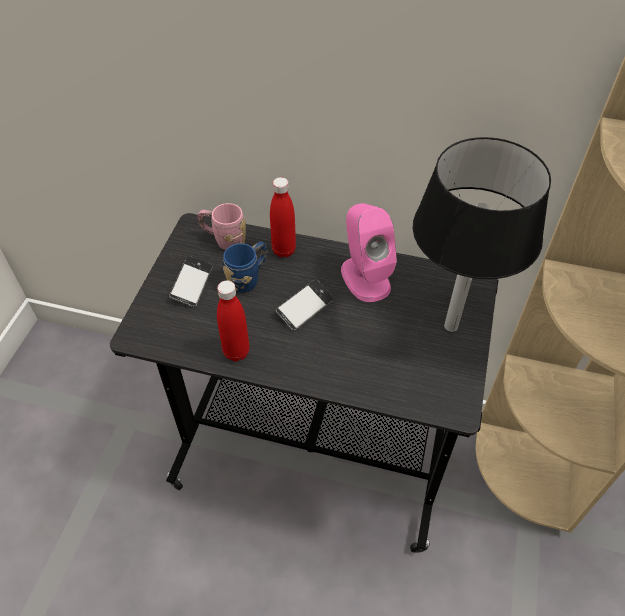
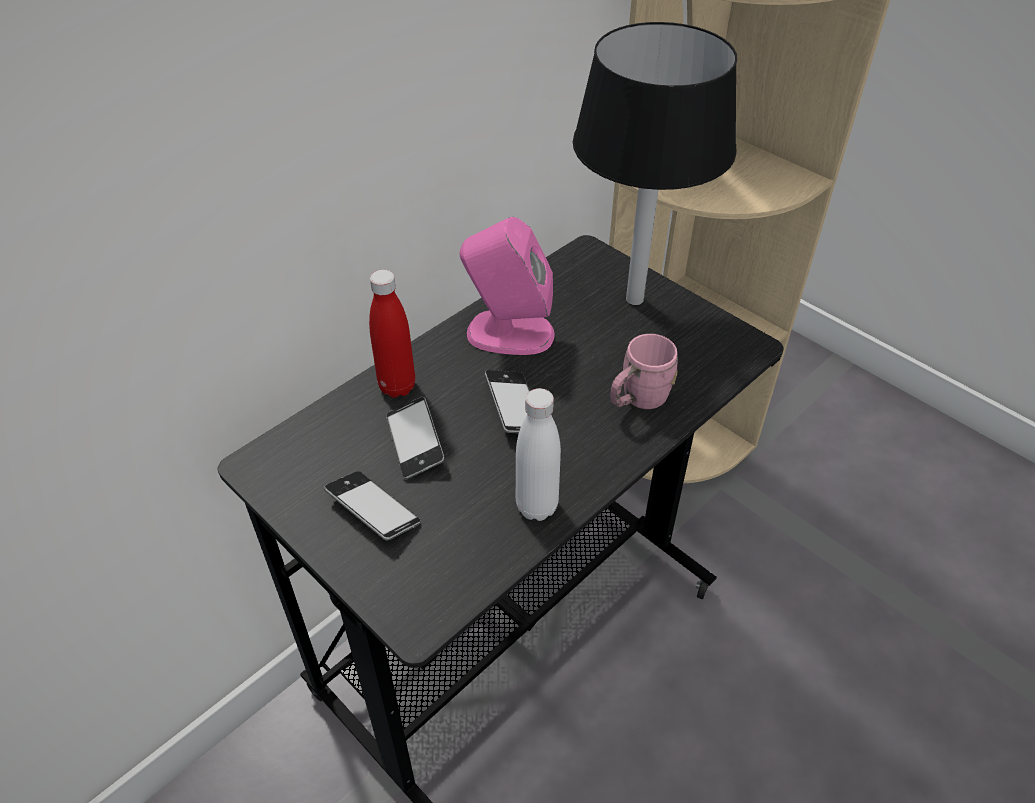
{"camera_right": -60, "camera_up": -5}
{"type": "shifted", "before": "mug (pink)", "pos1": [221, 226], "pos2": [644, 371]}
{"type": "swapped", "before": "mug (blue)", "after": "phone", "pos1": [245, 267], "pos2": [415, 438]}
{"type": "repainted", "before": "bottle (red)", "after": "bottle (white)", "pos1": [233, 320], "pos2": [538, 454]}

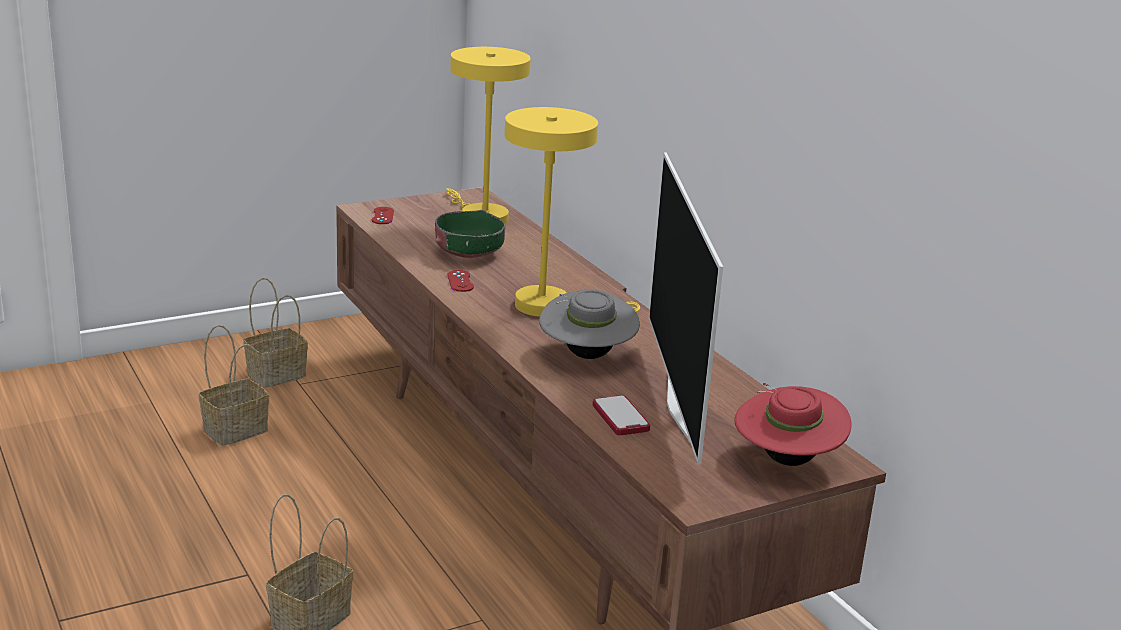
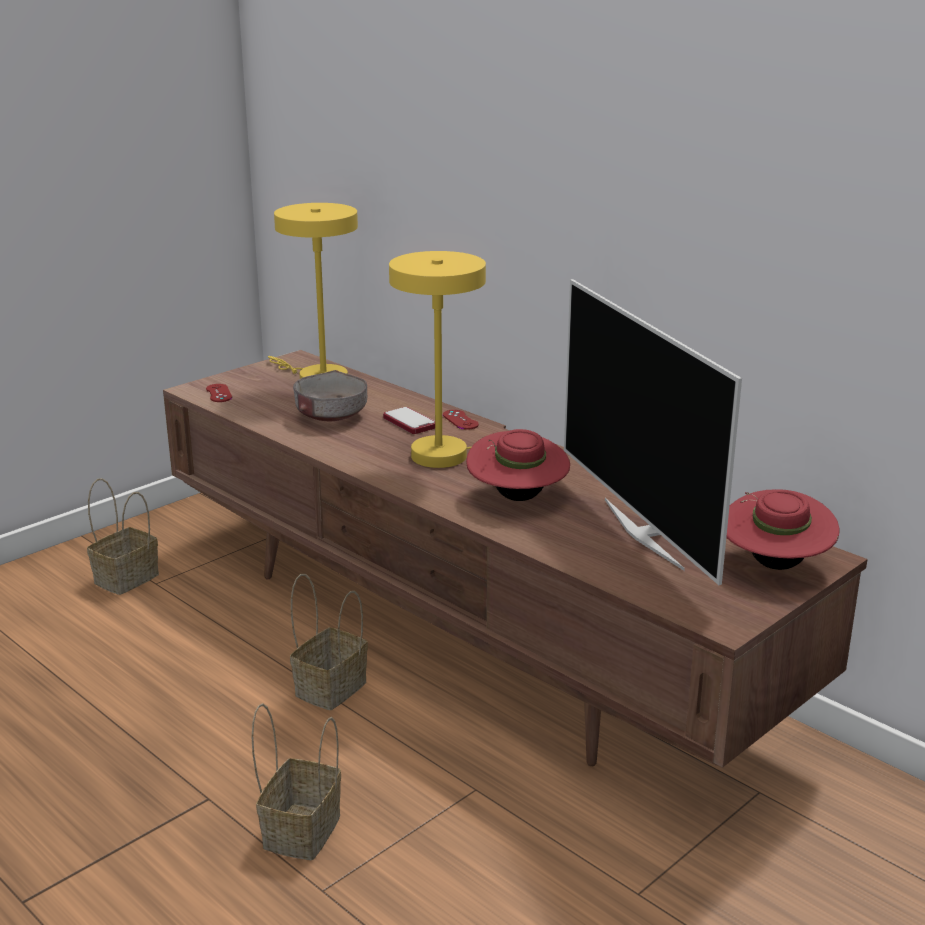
{"camera_right": -15, "camera_up": 0}
{"type": "repainted", "before": "bowl (green)", "after": "bowl (grey)", "pos1": [470, 234], "pos2": [330, 395]}
{"type": "shifted", "before": "game controller (red)", "pos1": [461, 281], "pos2": [461, 420]}
{"type": "repainted", "before": "hat (grey)", "after": "hat (red)", "pos1": [589, 324], "pos2": [518, 465]}
{"type": "shifted", "before": "basket", "pos1": [234, 385], "pos2": [329, 642]}
{"type": "shifted", "before": "phone", "pos1": [621, 415], "pos2": [409, 420]}

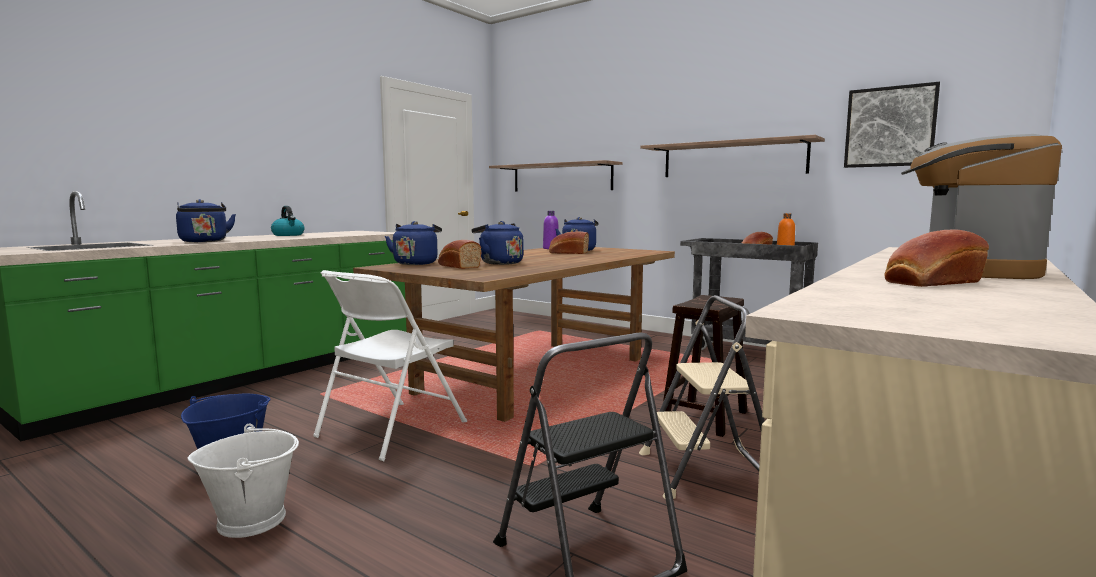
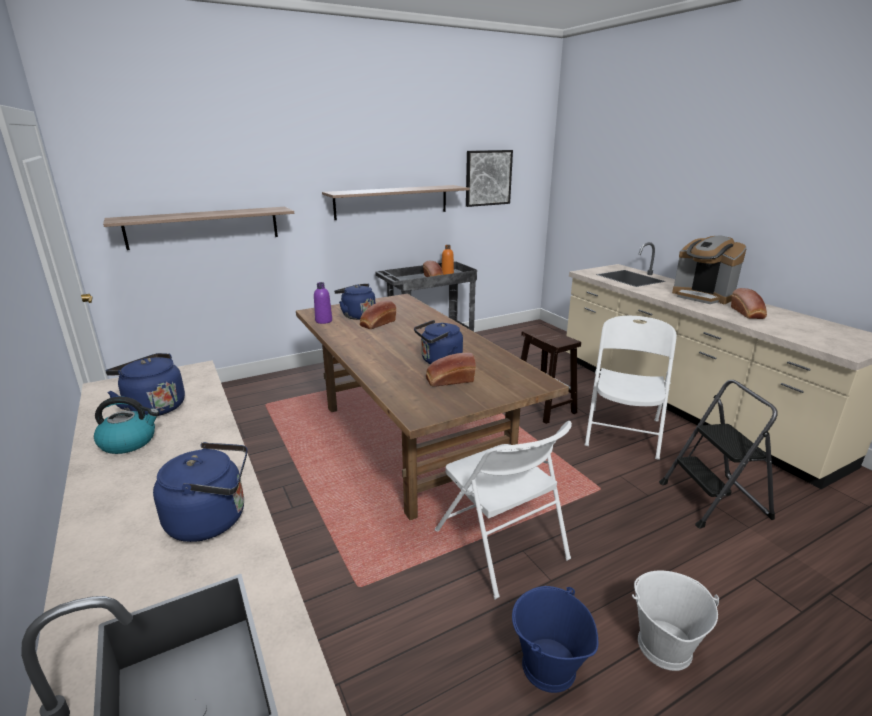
{"camera_right": -65, "camera_up": 15}
{"type": "shifted", "before": "kettle (blue)", "pos1": [413, 243], "pos2": [145, 384]}
{"type": "swapped", "before": "step ladder (beige)", "after": "chair (white)", "pos1": [702, 397], "pos2": [630, 388]}

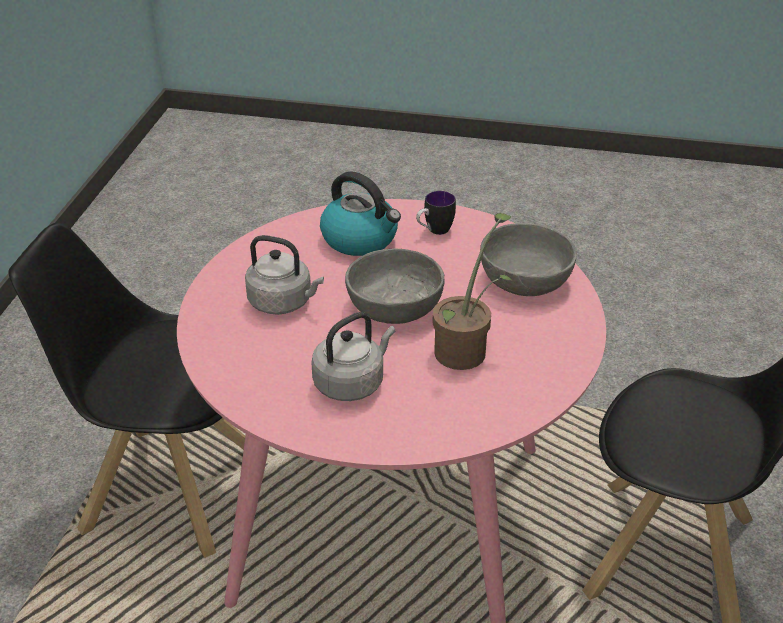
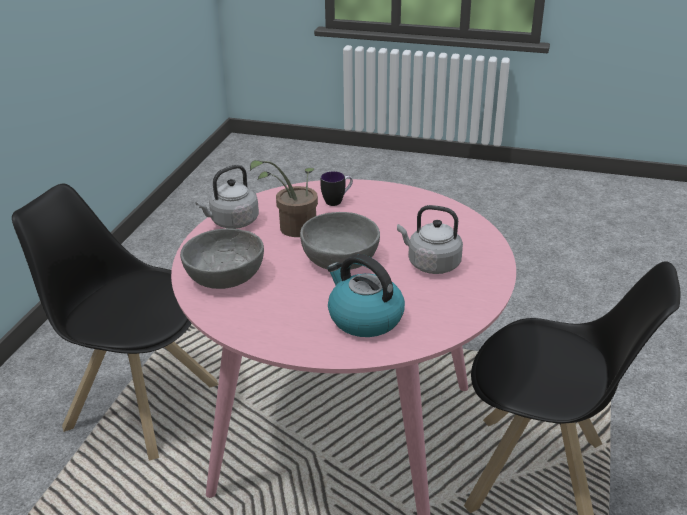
{"camera_right": -175, "camera_up": -5}
{"type": "shifted", "before": "mug", "pos1": [436, 213], "pos2": [337, 188]}
{"type": "shifted", "before": "kettle (grey)", "pos1": [353, 356], "pos2": [227, 197]}

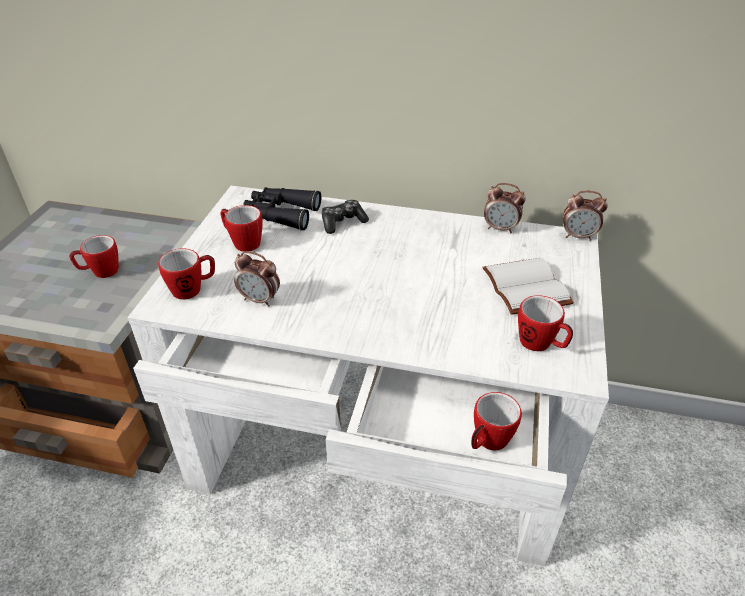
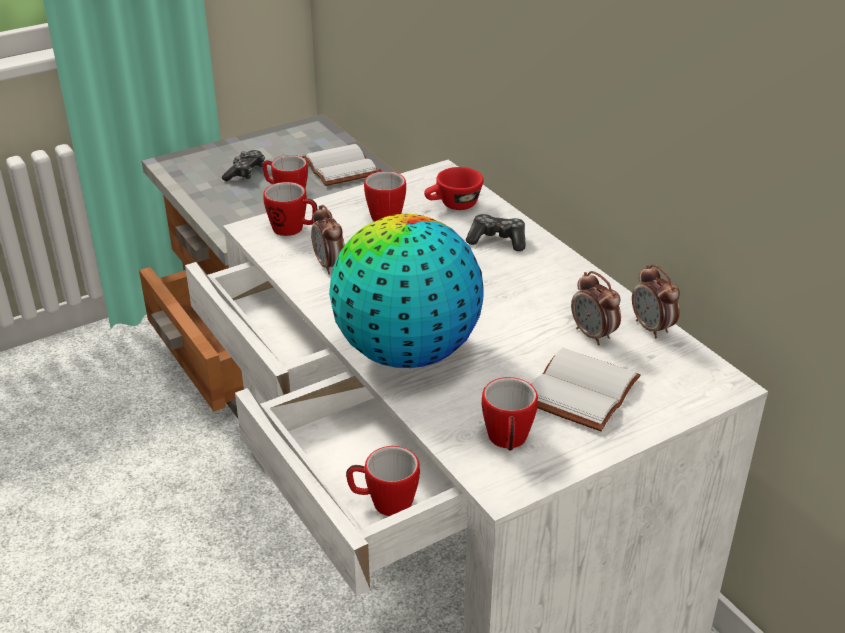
{"camera_right": 45, "camera_up": -5}
{"type": "swapped", "before": "binoculars (black)", "after": "cup (red)", "pos1": [282, 209], "pos2": [454, 188]}
{"type": "shifted", "before": "alarm clock", "pos1": [585, 216], "pos2": [596, 308]}
{"type": "new", "after": "book (white)", "pos2": [340, 165]}
{"type": "new", "after": "game controller", "pos2": [243, 165]}
{"type": "new", "after": "globe", "pos2": [406, 291]}

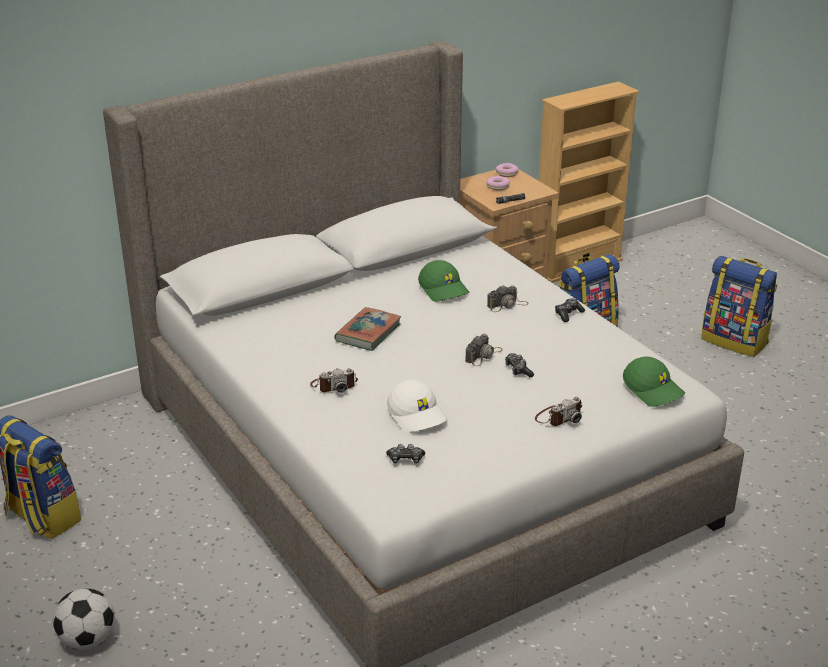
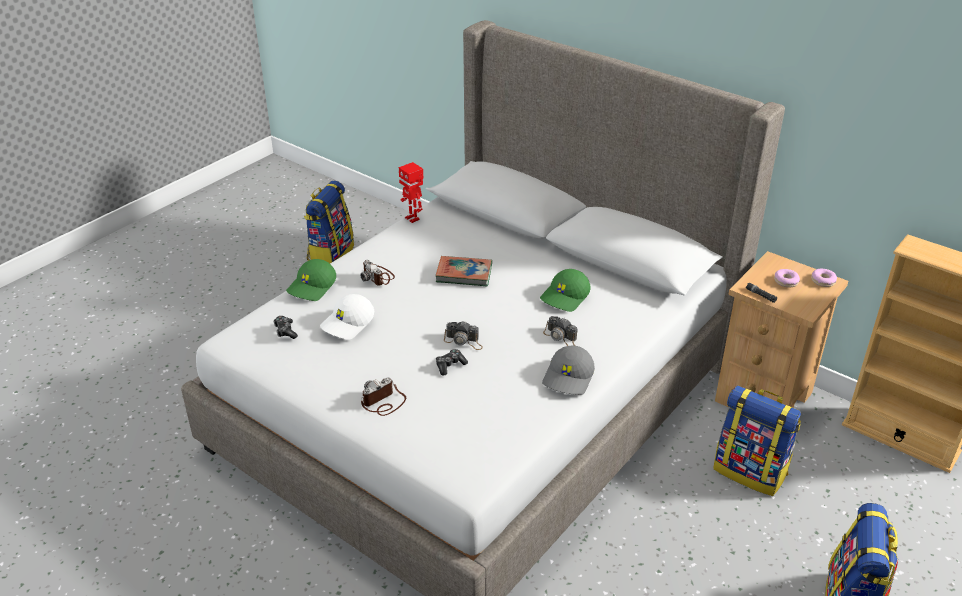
{"camera_right": 70, "camera_up": 5}
{"type": "swapped", "before": "game controller", "after": "cap (grey)", "pos1": [570, 310], "pos2": [568, 370]}
{"type": "shifted", "before": "cap (green)", "pos1": [654, 382], "pos2": [311, 280]}
{"type": "rotated", "before": "photo camera", "pos1": [558, 411], "pos2": [383, 396], "turn": 105}
{"type": "gone", "before": "football", "pos1": [84, 619]}
{"type": "new", "after": "toy robot", "pos2": [411, 192]}

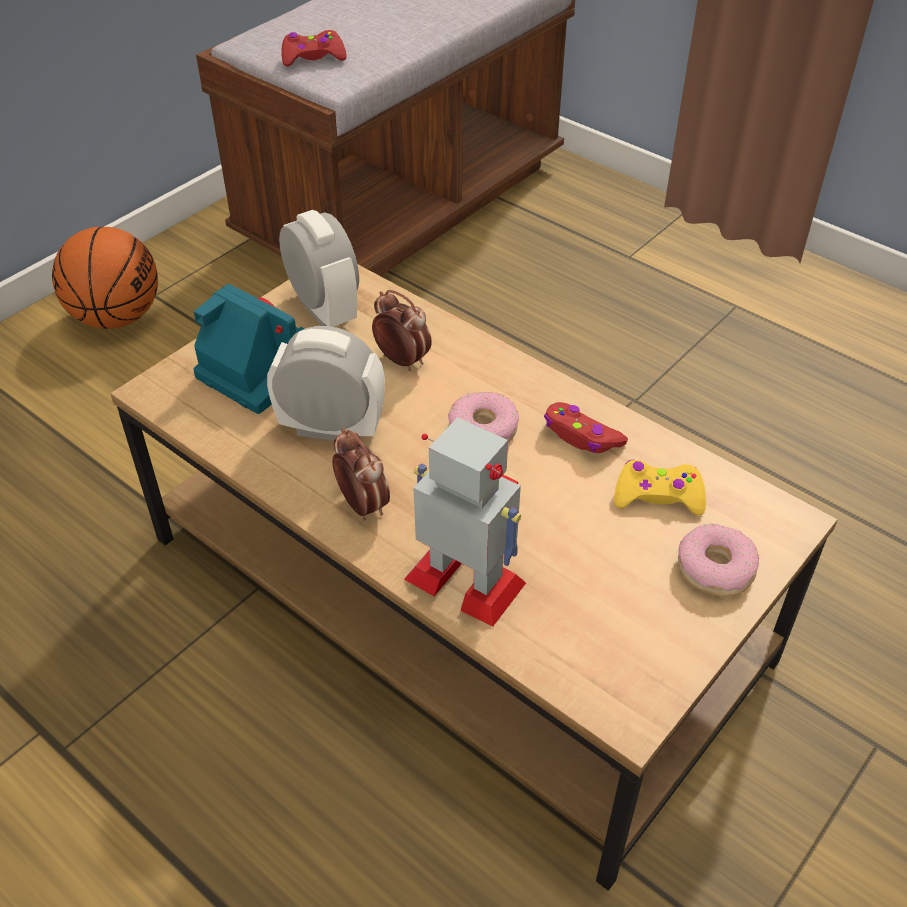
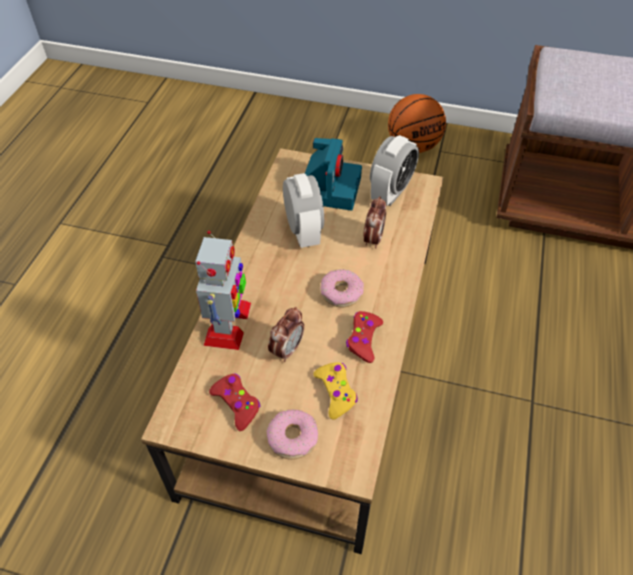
{"camera_right": 65, "camera_up": 5}
{"type": "shifted", "before": "game controller (red)", "pos1": [314, 48], "pos2": [234, 402]}
{"type": "shifted", "before": "alarm clock", "pos1": [361, 474], "pos2": [286, 334]}

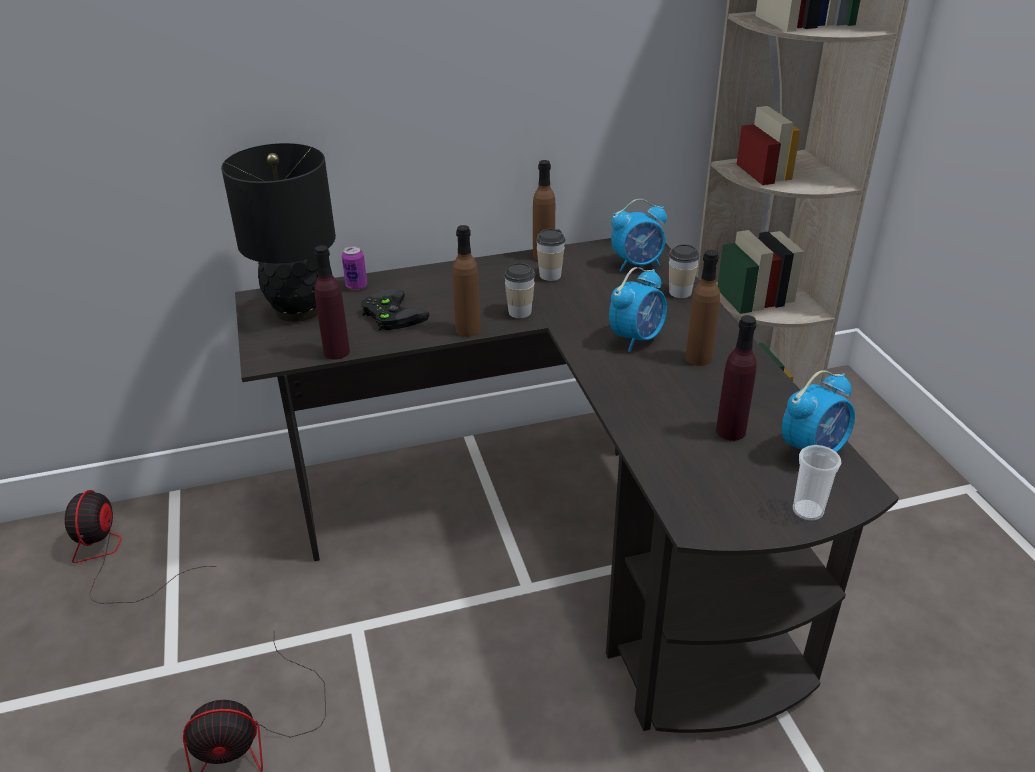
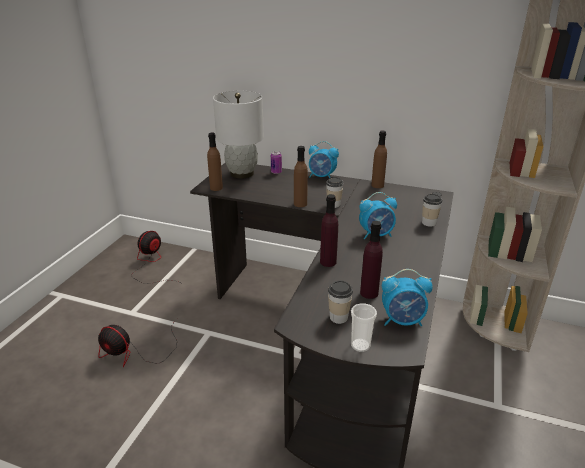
{"camera_right": 35, "camera_up": -5}
{"type": "repainted", "before": "table lamp (black)", "after": "table lamp (white)", "pos1": [278, 232], "pos2": [238, 135]}
{"type": "shifted", "before": "alarm clock", "pos1": [639, 235], "pos2": [324, 159]}
{"type": "shifted", "before": "cup", "pos1": [550, 255], "pos2": [340, 302]}
{"type": "shifted", "before": "bottle (purple)", "pos1": [332, 302], "pos2": [329, 230]}
{"type": "shifted", "before": "bottle (brown)", "pos1": [702, 308], "pos2": [215, 162]}
{"type": "gone", "before": "game controller (black)", "pos1": [395, 310]}

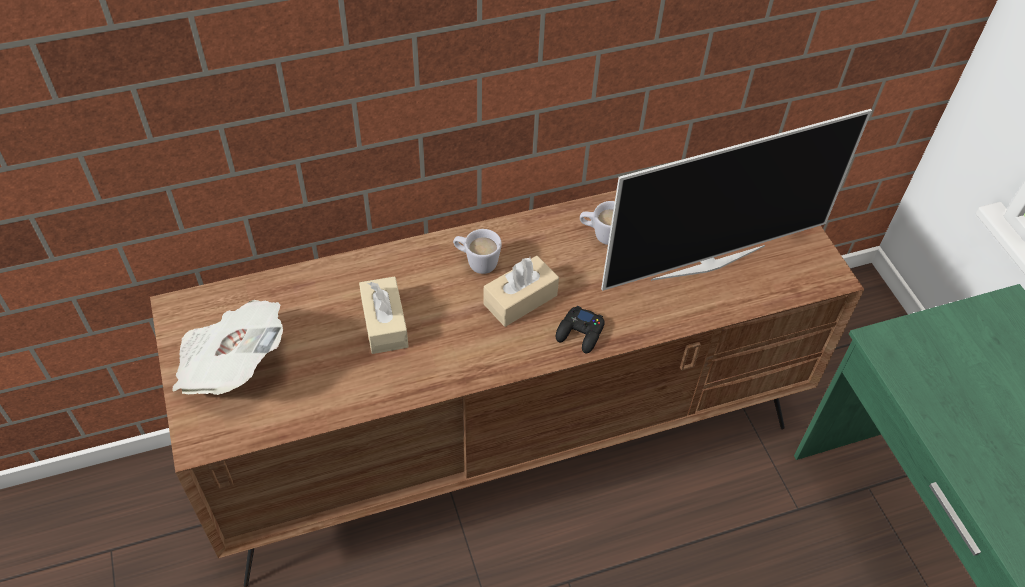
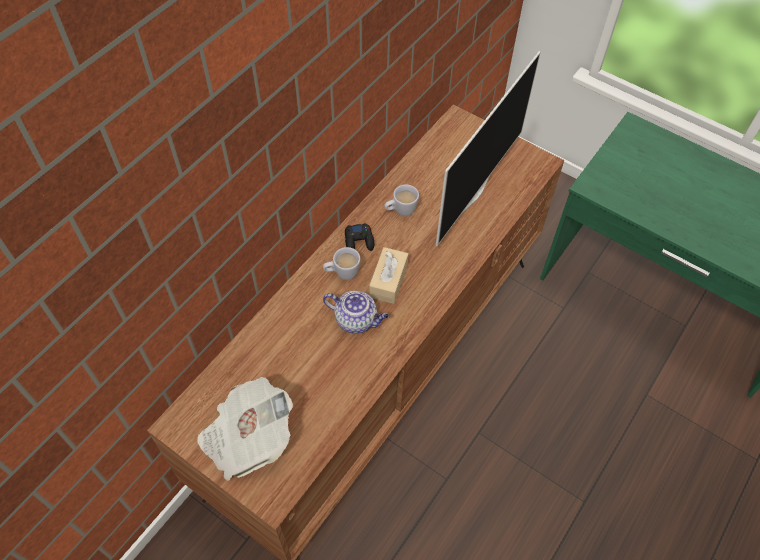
{"camera_right": -35, "camera_up": 5}
{"type": "gone", "before": "tissue box (beige)", "pos1": [384, 315]}
{"type": "shifted", "before": "game controller (black)", "pos1": [580, 329], "pos2": [359, 237]}
{"type": "new", "after": "teapot", "pos2": [356, 312]}

